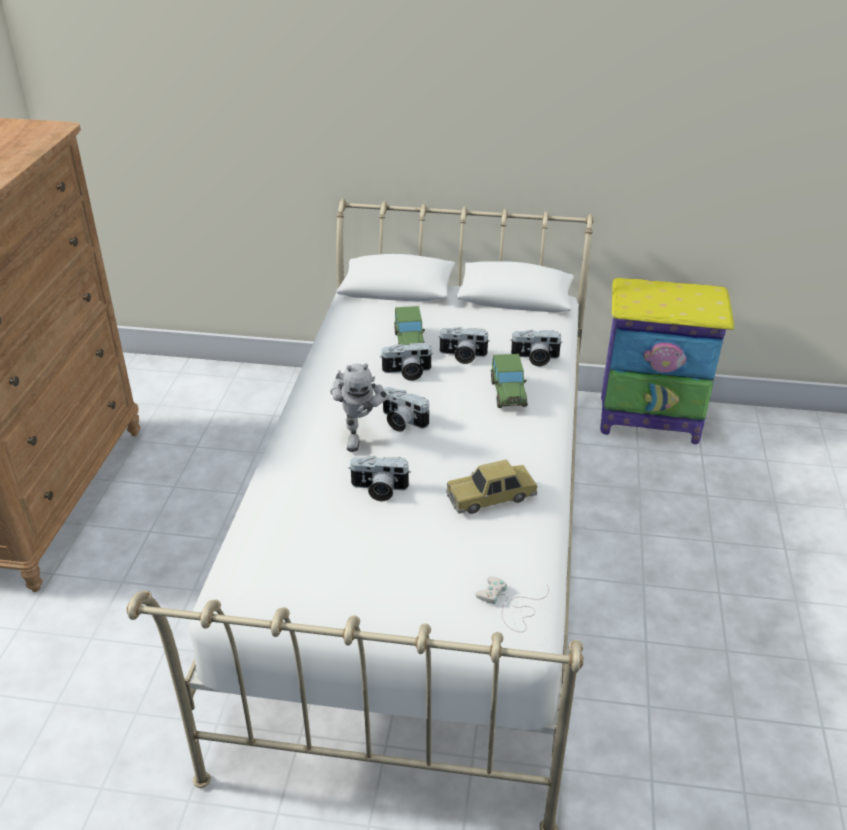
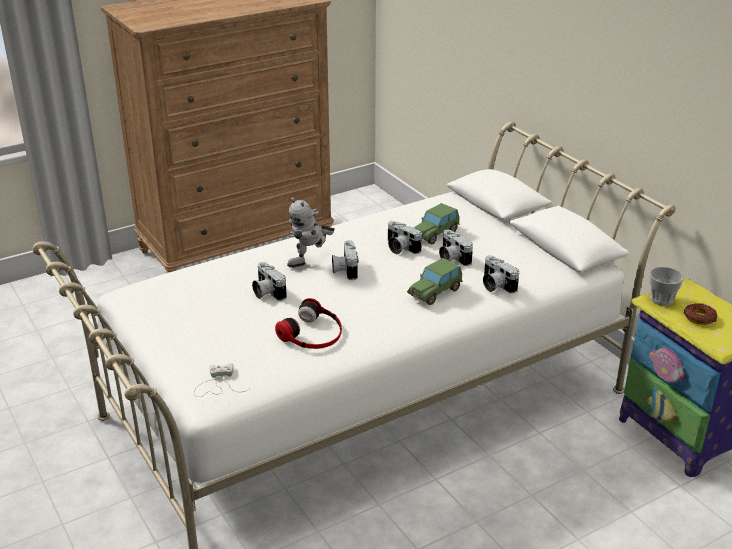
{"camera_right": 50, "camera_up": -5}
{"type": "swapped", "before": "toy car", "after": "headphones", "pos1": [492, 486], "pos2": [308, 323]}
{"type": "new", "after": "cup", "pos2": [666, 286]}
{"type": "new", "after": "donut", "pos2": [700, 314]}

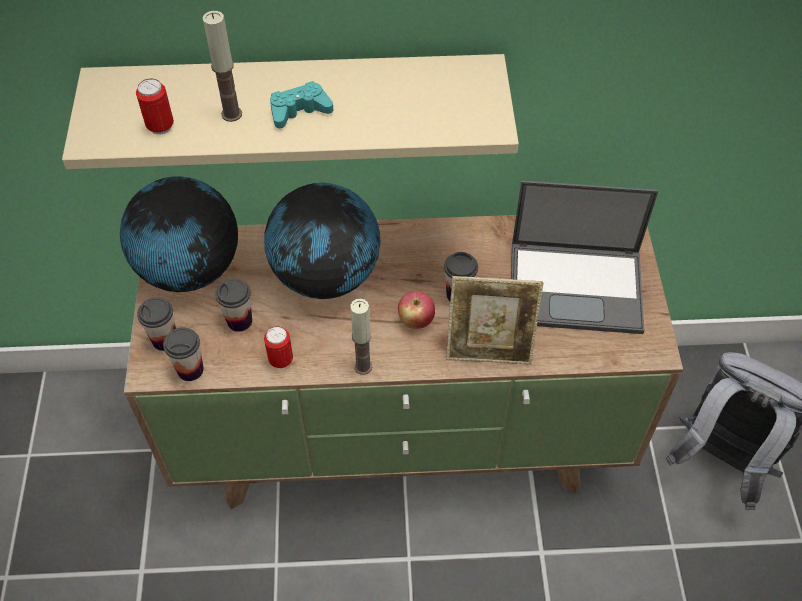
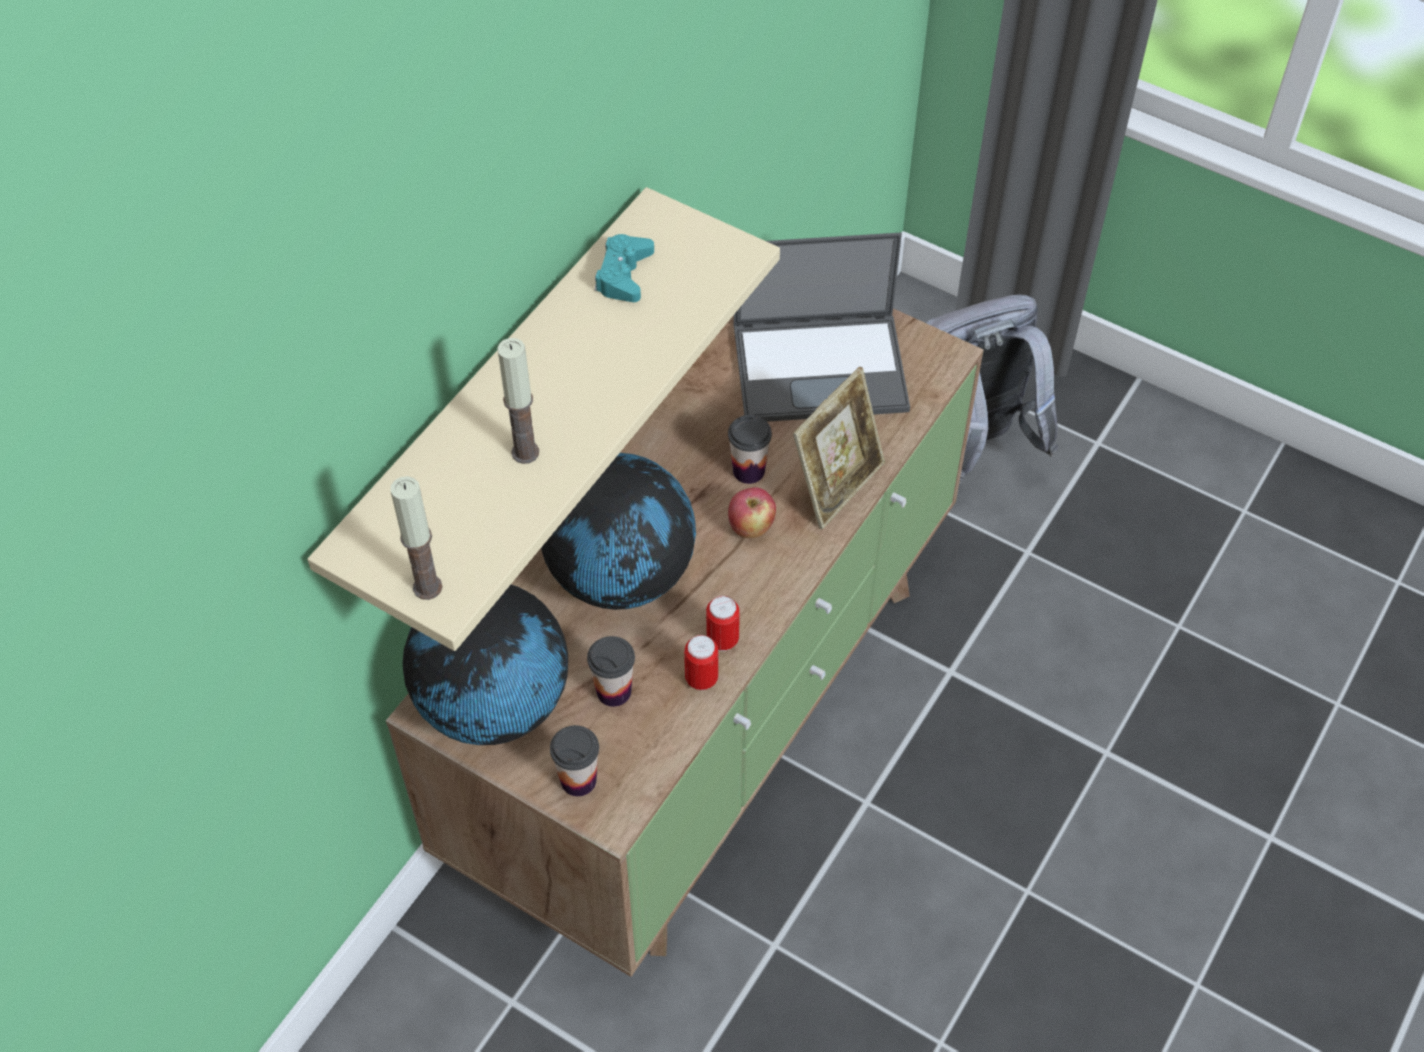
{"camera_right": -55, "camera_up": 0}
{"type": "shifted", "before": "can", "pos1": [155, 107], "pos2": [723, 623]}
{"type": "shifted", "before": "game controller (turquoise)", "pos1": [301, 104], "pos2": [624, 268]}
{"type": "rotated", "before": "laptop", "pos1": [584, 257], "pos2": [822, 327], "turn": 45}
{"type": "shifted", "before": "candle", "pos1": [361, 336], "pos2": [417, 538]}
{"type": "gone", "before": "cup", "pos1": [183, 354]}

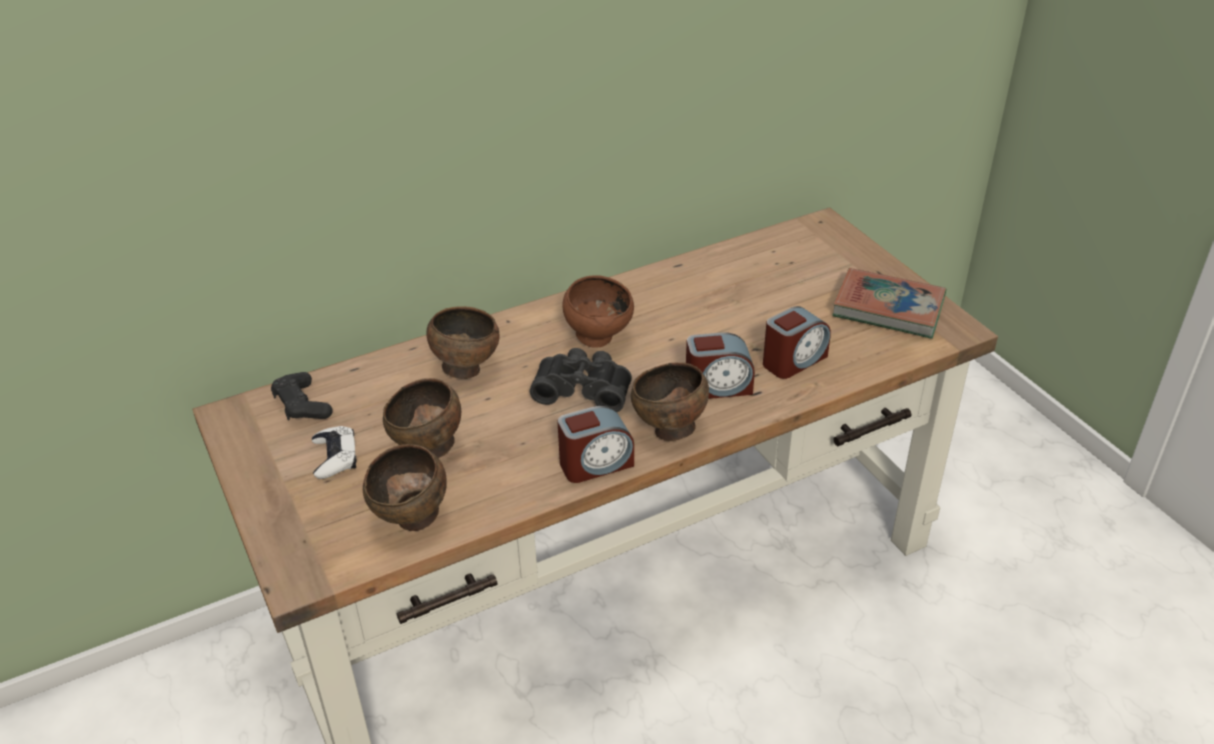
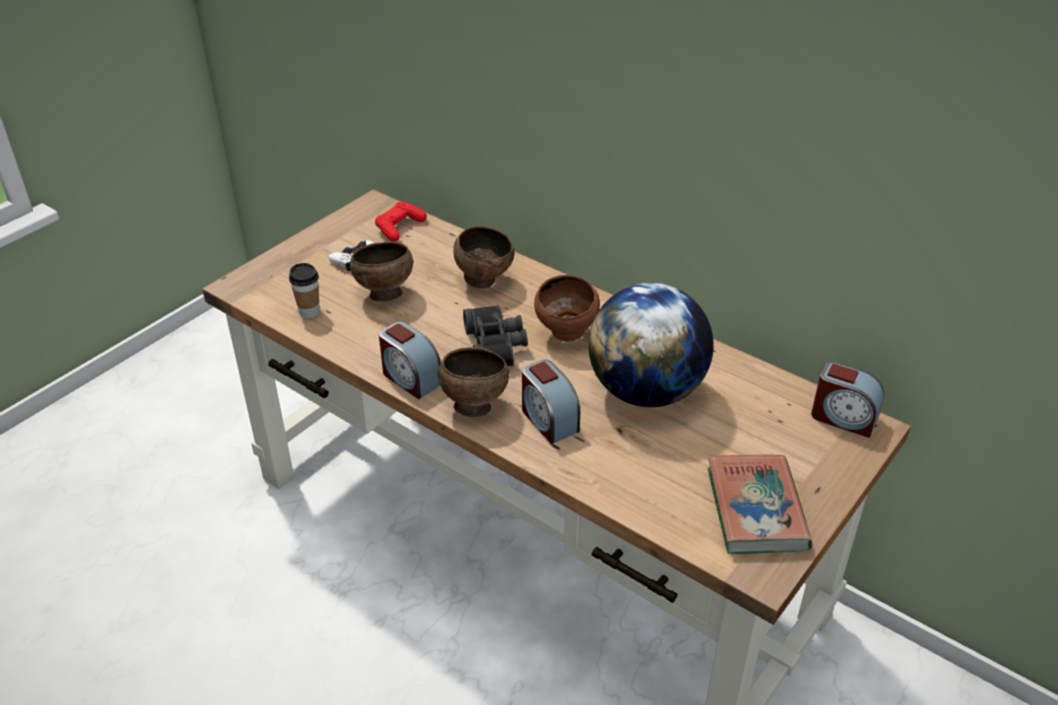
{"camera_right": 65, "camera_up": 0}
{"type": "shifted", "before": "alarm clock", "pos1": [797, 342], "pos2": [847, 399]}
{"type": "repainted", "before": "game controller (black)", "after": "game controller (red)", "pos1": [302, 396], "pos2": [401, 222]}
{"type": "swapped", "before": "bowl (brown)", "after": "cup", "pos1": [405, 487], "pos2": [304, 290]}
{"type": "new", "after": "globe", "pos2": [651, 345]}

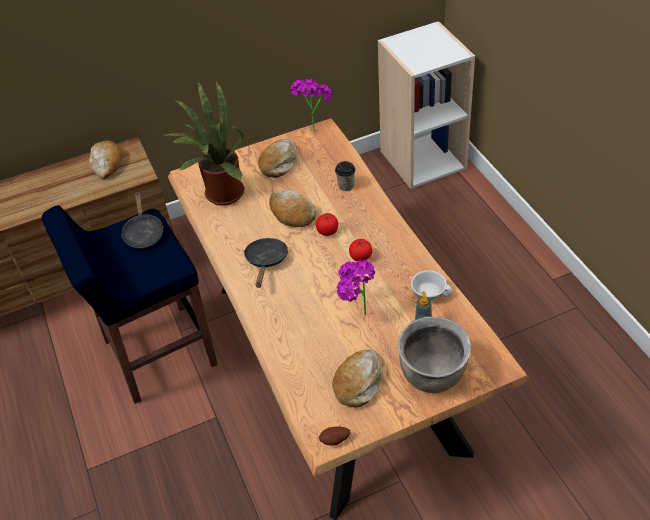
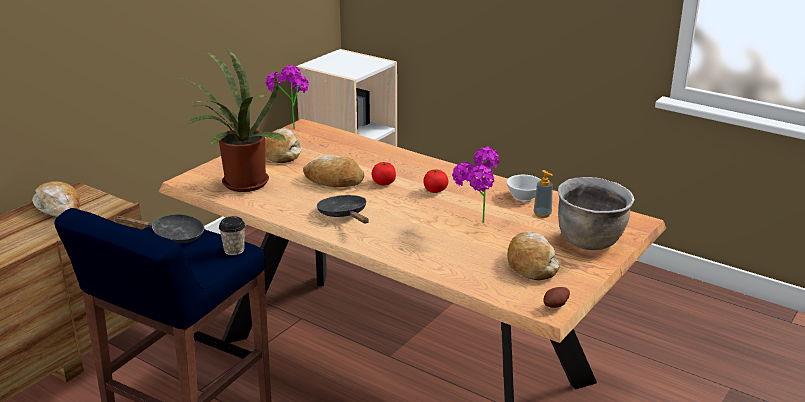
{"camera_right": -35, "camera_up": -20}
{"type": "shifted", "before": "cup", "pos1": [345, 176], "pos2": [232, 235]}
{"type": "rotated", "before": "frying pan (black)", "pos1": [142, 220], "pos2": [159, 229], "turn": -45}

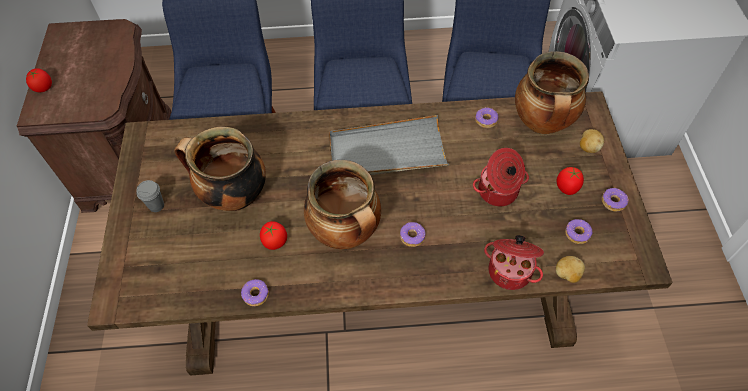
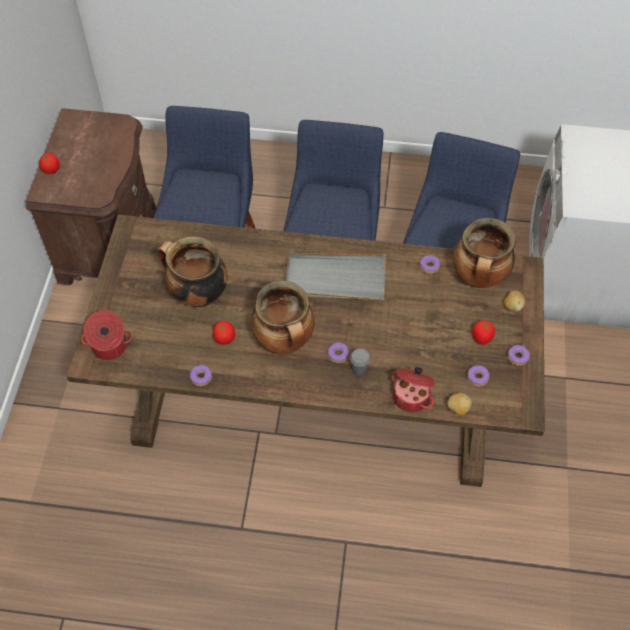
{"camera_right": 10, "camera_up": 0}
{"type": "shifted", "before": "cooking pot", "pos1": [501, 177], "pos2": [106, 335]}
{"type": "shifted", "before": "cup (grey)", "pos1": [150, 196], "pos2": [360, 362]}

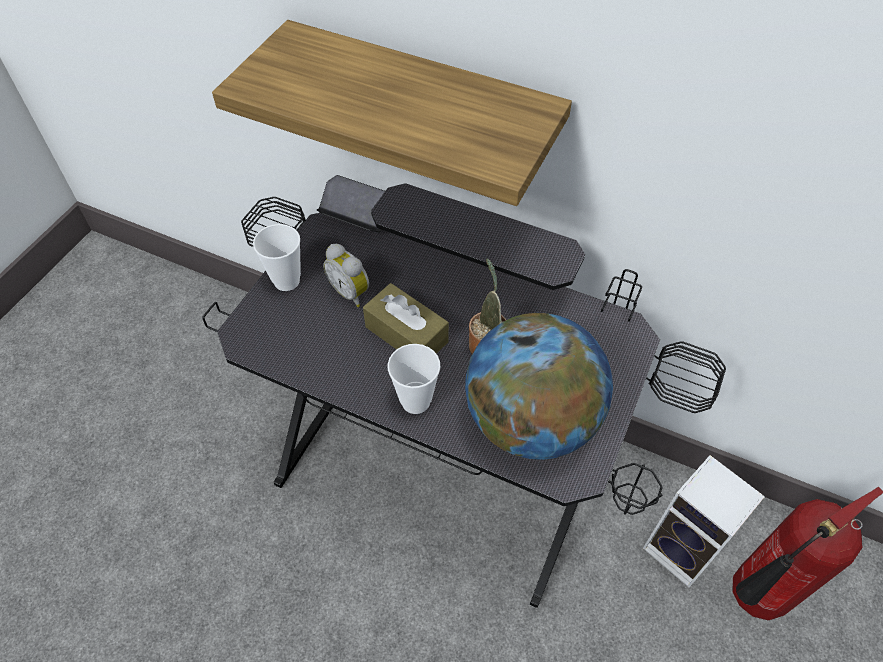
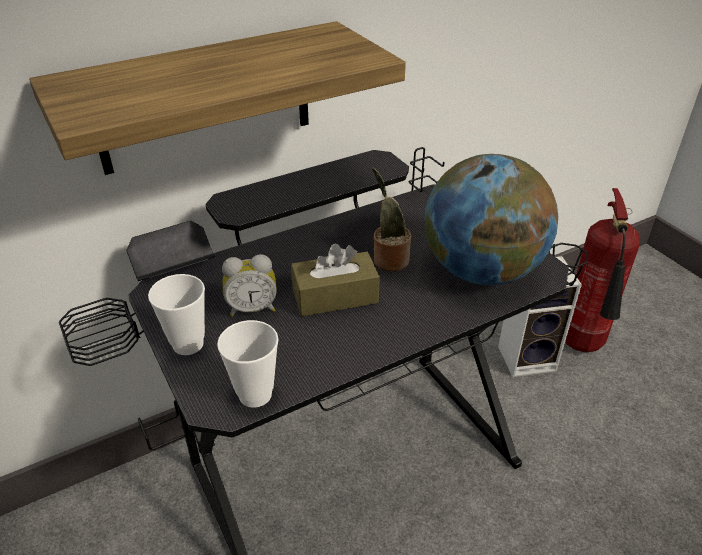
{"camera_right": -55, "camera_up": -15}
{"type": "shifted", "before": "cup", "pos1": [413, 379], "pos2": [247, 364]}

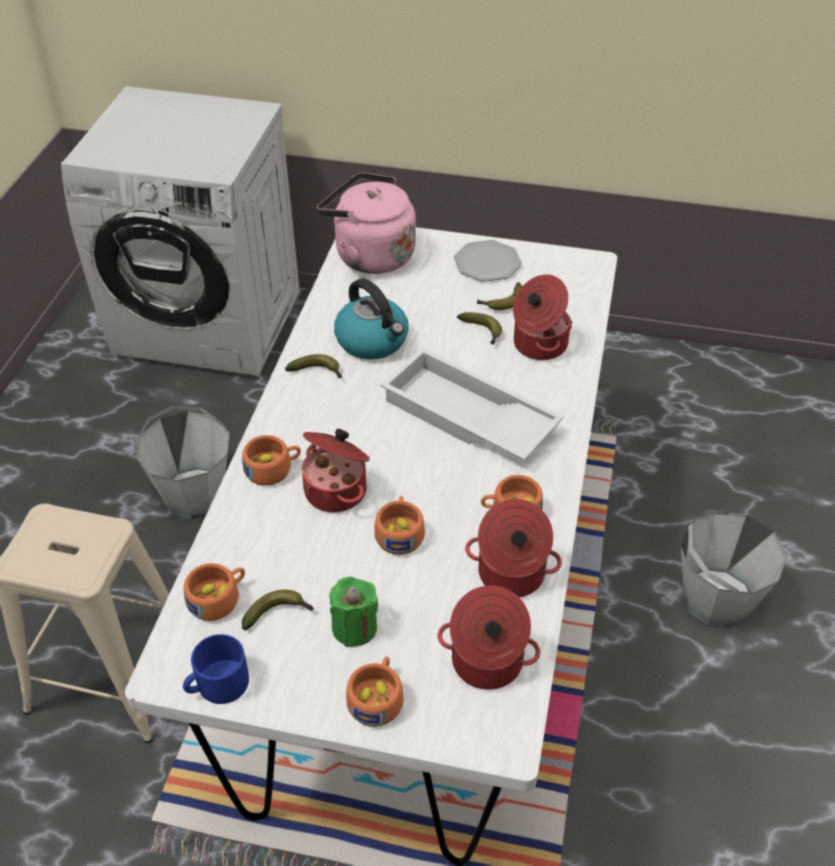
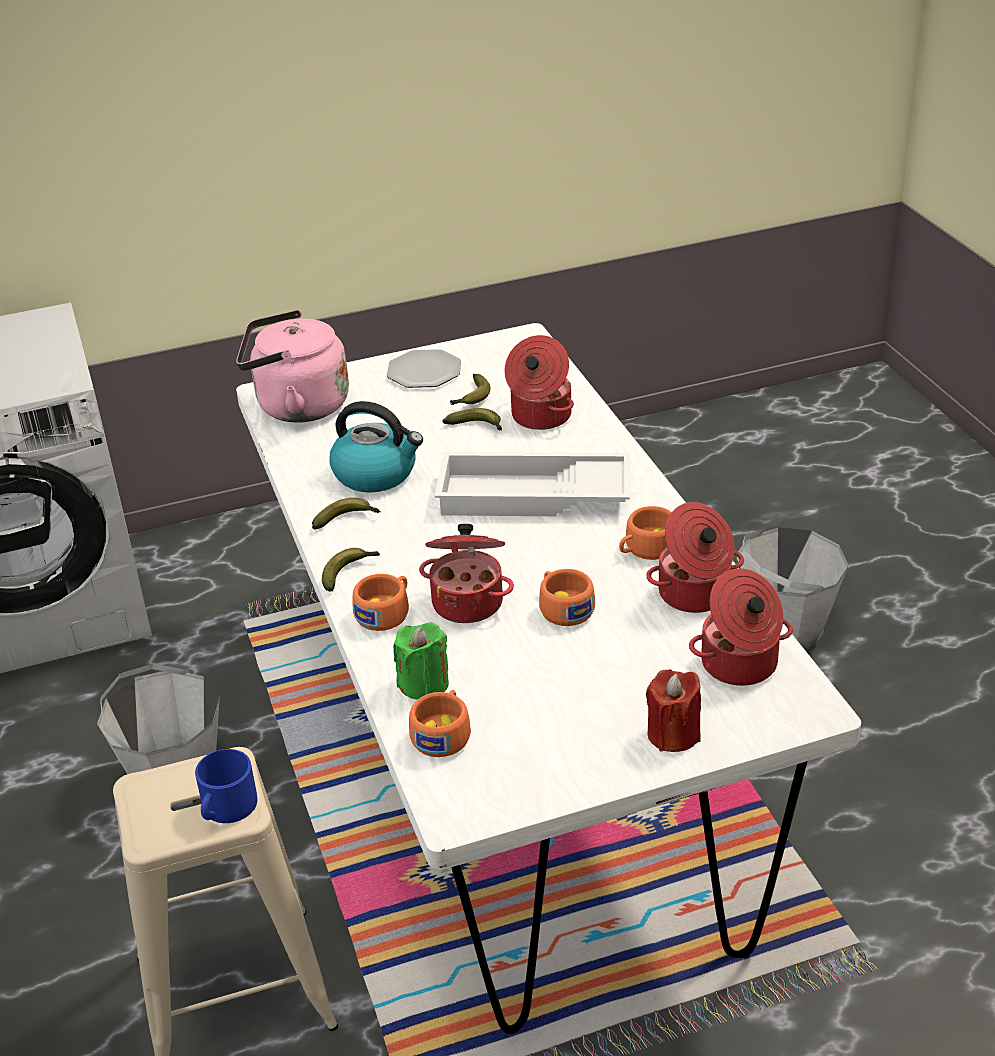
{"camera_right": -30, "camera_up": -10}
{"type": "shifted", "before": "candle (green)", "pos1": [353, 612], "pos2": [421, 661]}
{"type": "shifted", "before": "banana", "pos1": [278, 610], "pos2": [351, 570]}
{"type": "shifted", "before": "mug (blue)", "pos1": [216, 669], "pos2": [226, 786]}
{"type": "swapped", "before": "cup (orange)", "after": "candle (red)", "pos1": [375, 692], "pos2": [673, 710]}

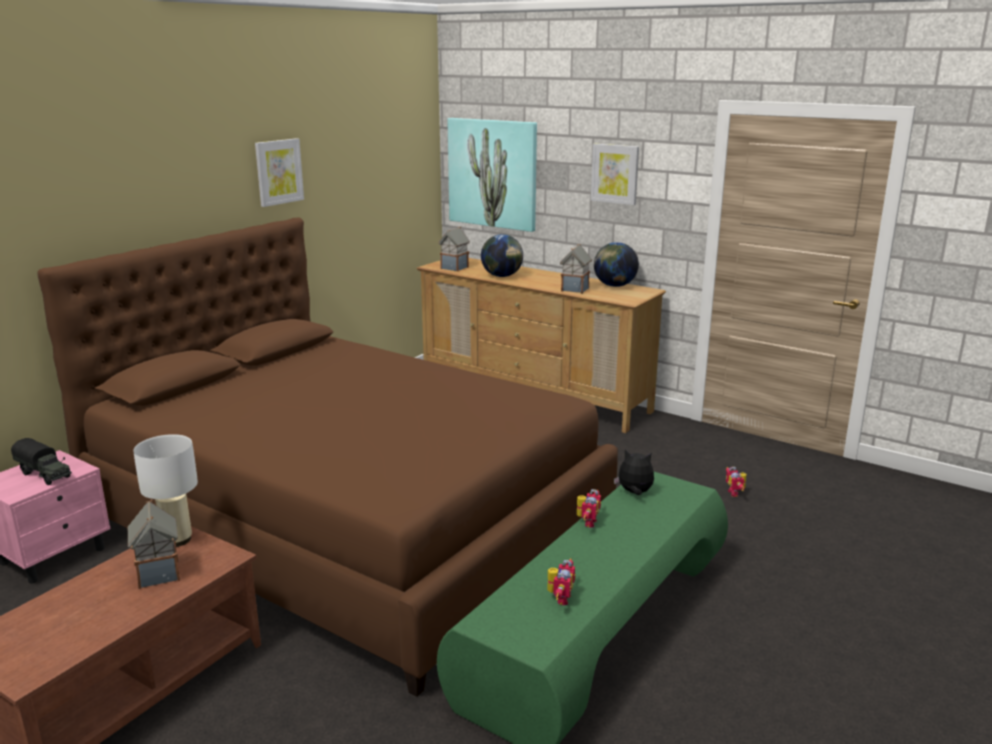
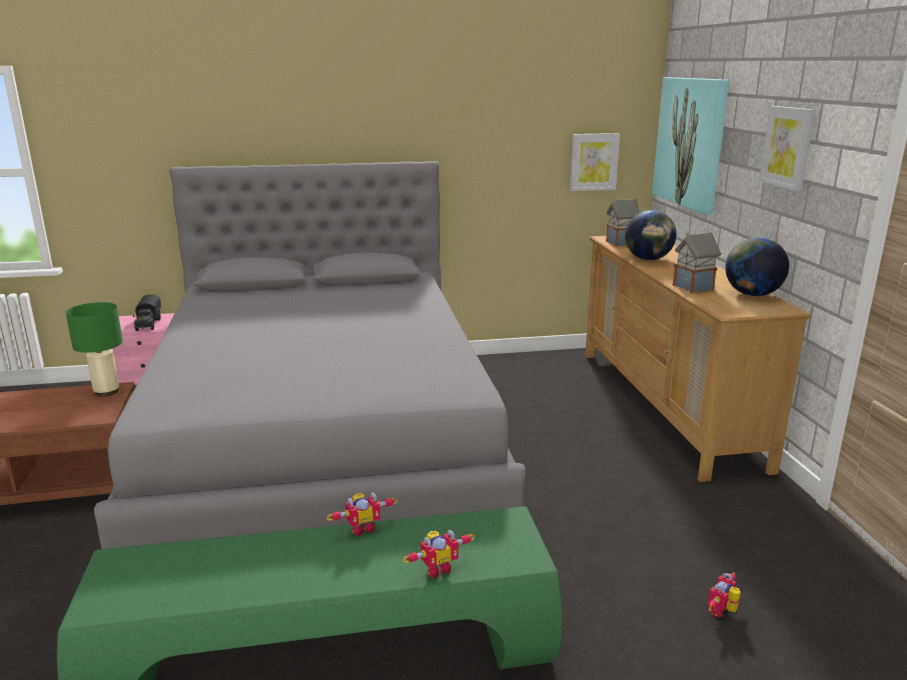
{"camera_right": 45, "camera_up": 0}
{"type": "shifted", "before": "picture", "pos1": [279, 172], "pos2": [595, 162]}
{"type": "repainted", "before": "bed (brown)", "after": "bed (grey)", "pos1": [327, 457], "pos2": [310, 355]}
{"type": "repainted", "before": "table lamp (white)", "after": "table lamp (green)", "pos1": [165, 490], "pos2": [94, 349]}
{"type": "gone", "before": "plush toy", "pos1": [634, 472]}
{"type": "gone", "before": "toy house", "pos1": [154, 544]}
{"type": "shifted", "before": "toy robot", "pos1": [561, 581], "pos2": [438, 553]}

